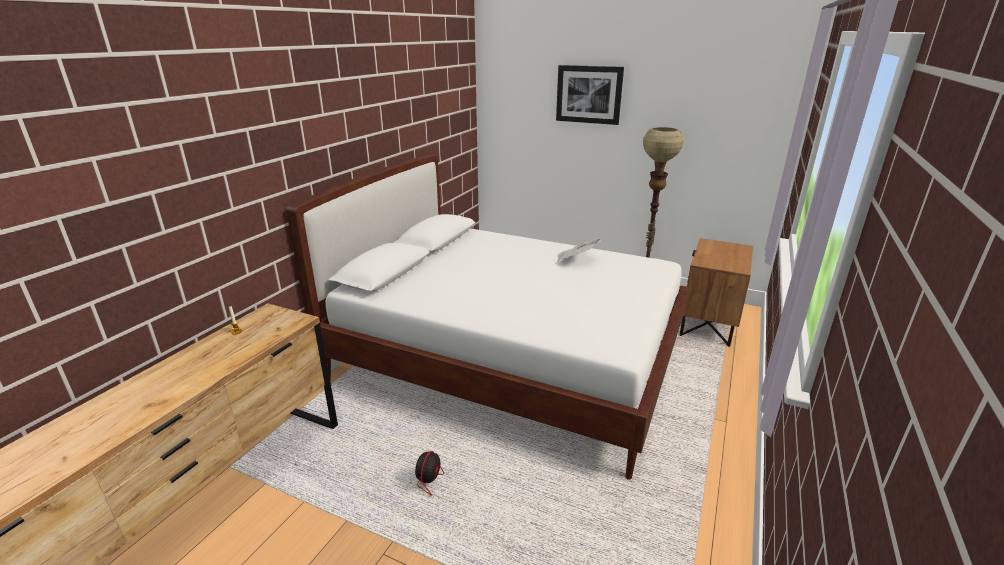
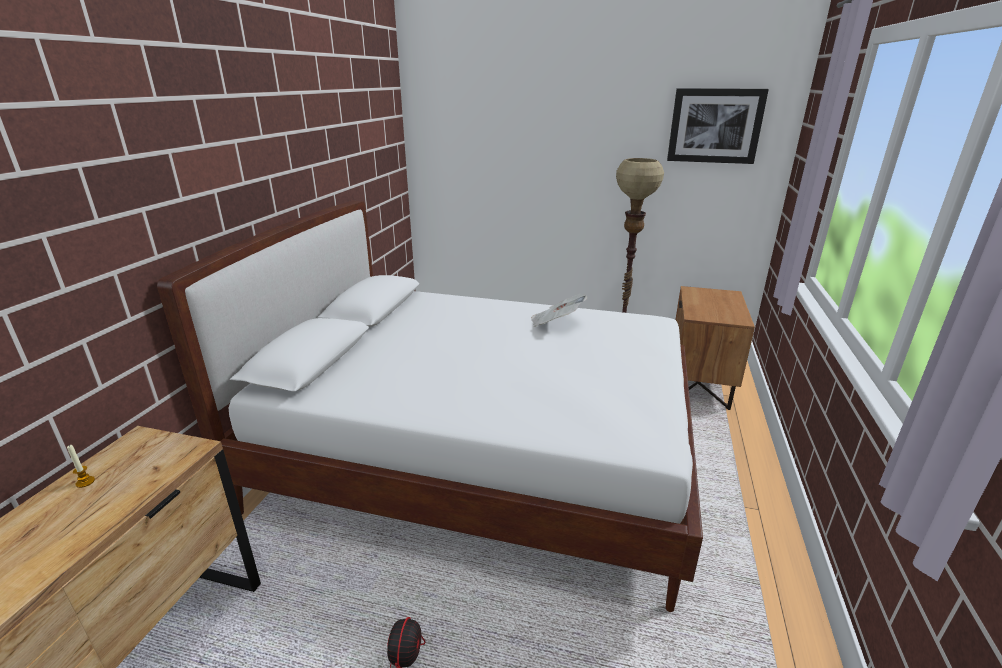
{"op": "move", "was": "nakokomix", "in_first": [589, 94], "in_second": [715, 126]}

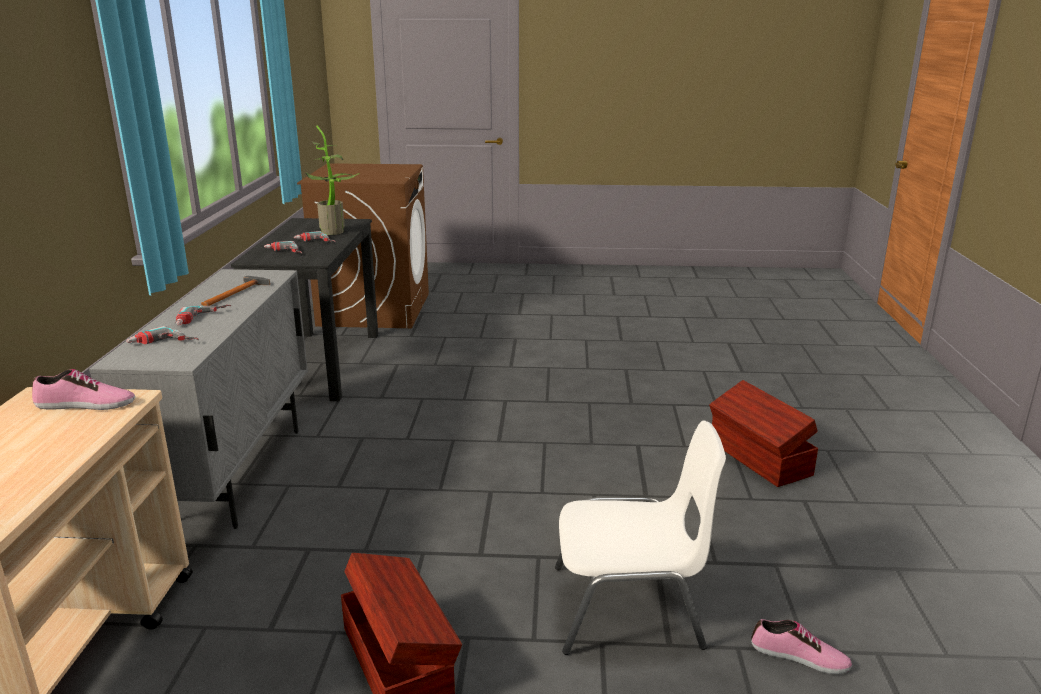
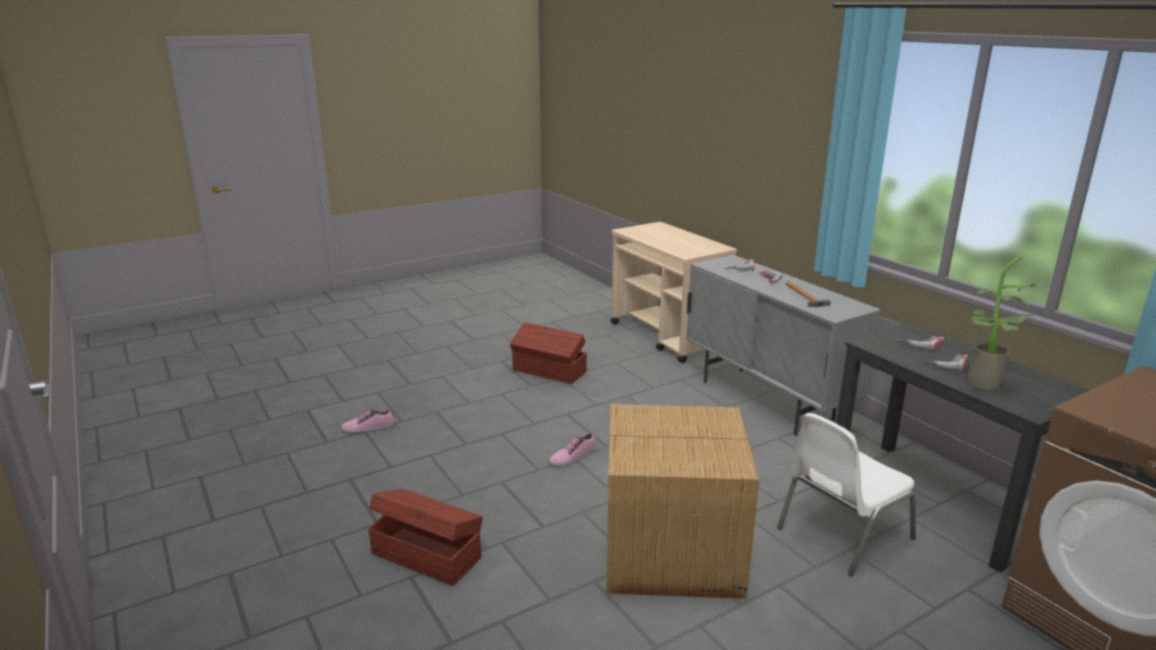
{"op": "insert", "now": "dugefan", "in_second": [674, 552]}
{"op": "move", "was": "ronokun", "in_first": [85, 405], "in_second": [572, 456]}
{"op": "move", "was": "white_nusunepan", "in_first": [629, 608], "in_second": [842, 533]}

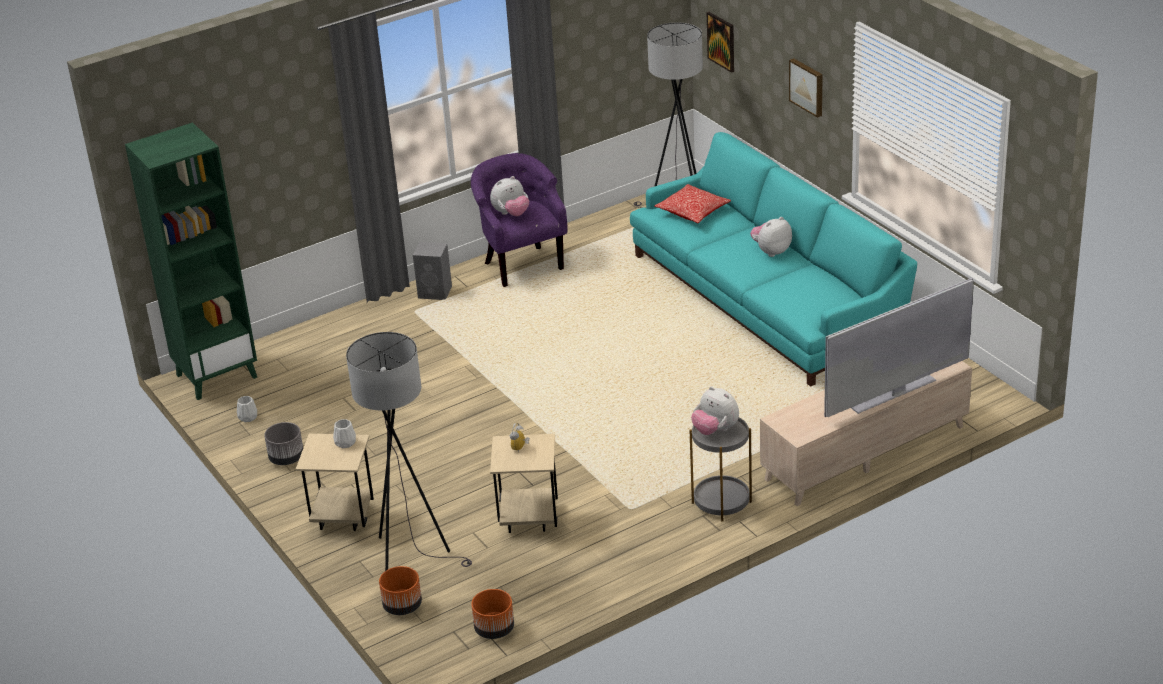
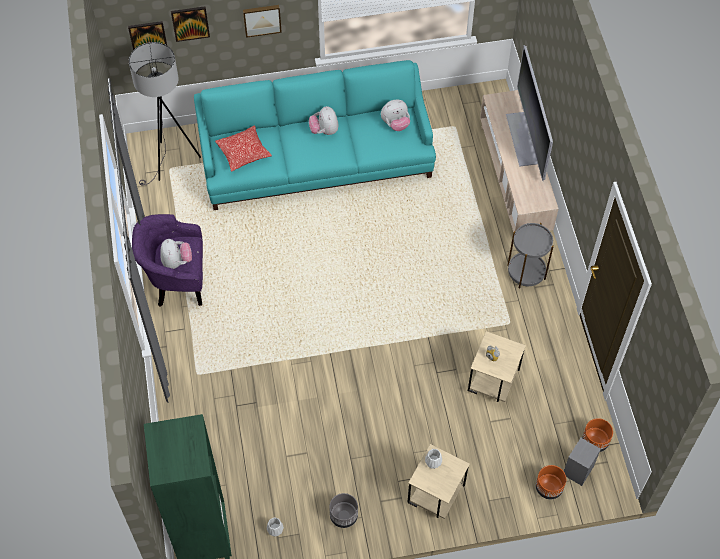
{"op": "delete", "was": "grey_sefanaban", "in_first": [411, 556]}
{"op": "insert", "now": "nakokomix", "in_second": [190, 23]}
{"op": "move", "was": "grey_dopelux", "in_first": [436, 292], "in_second": [578, 469]}
{"op": "move", "was": "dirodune", "in_first": [715, 430], "in_second": [395, 124]}

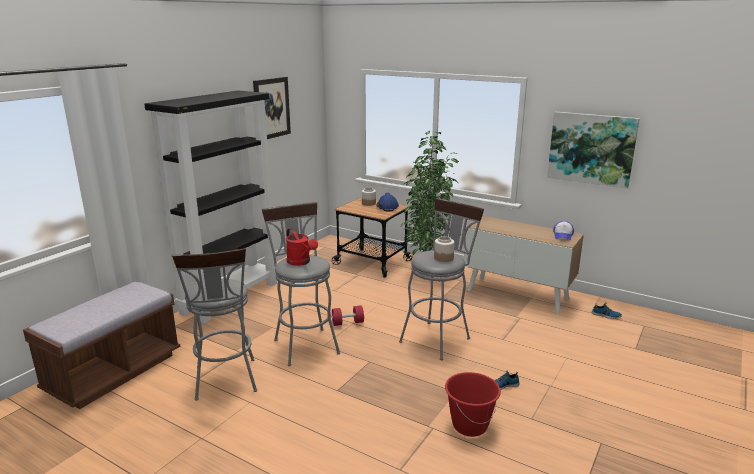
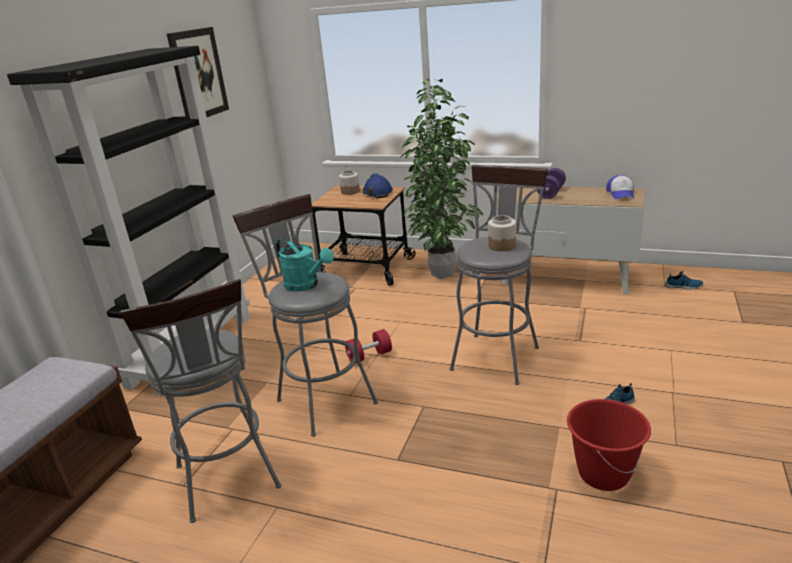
{"op": "delete", "was": "nakokomix", "in_first": [591, 149]}
{"op": "insert", "now": "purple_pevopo", "in_second": [551, 193]}
{"op": "recolor", "was": "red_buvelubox", "now": "turquoise_buvelubox", "in_first": [301, 262], "in_second": [306, 285]}

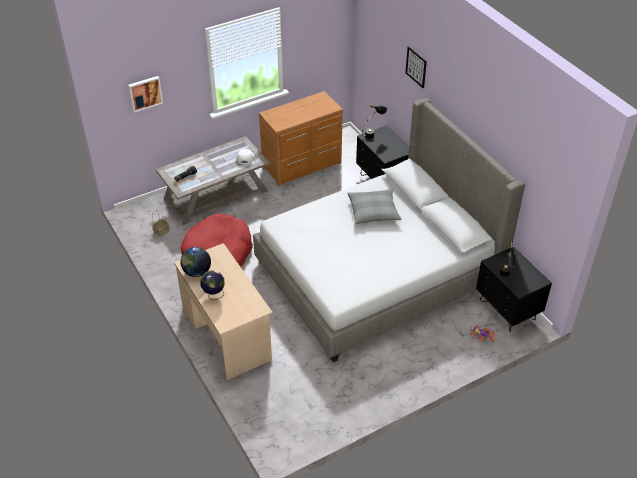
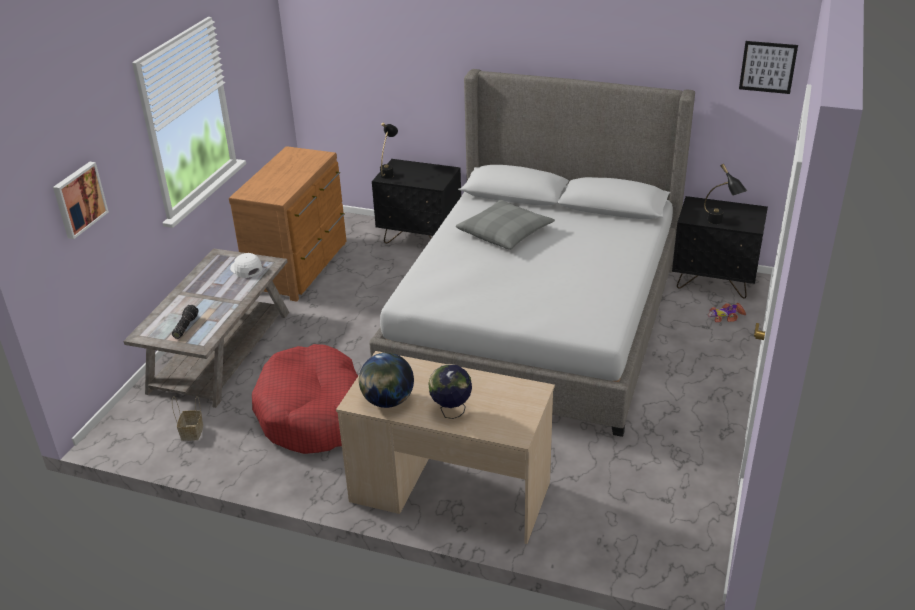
{"op": "move", "was": "nakokomix", "in_first": [416, 67], "in_second": [768, 67]}

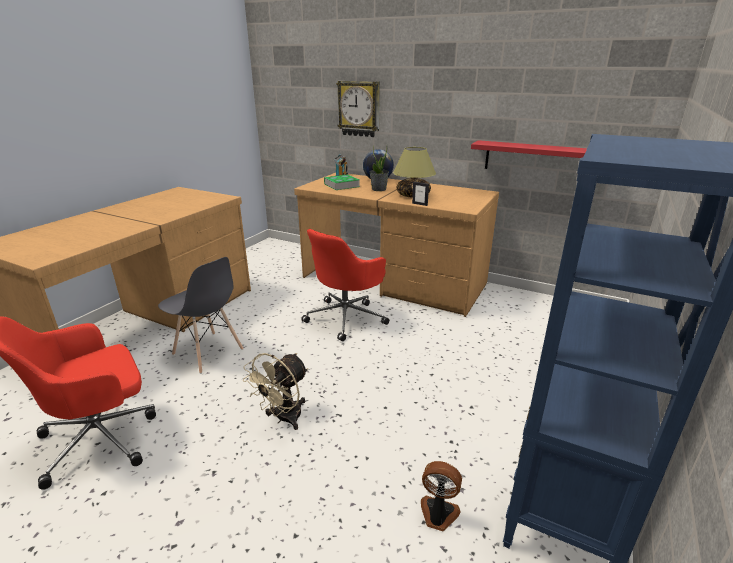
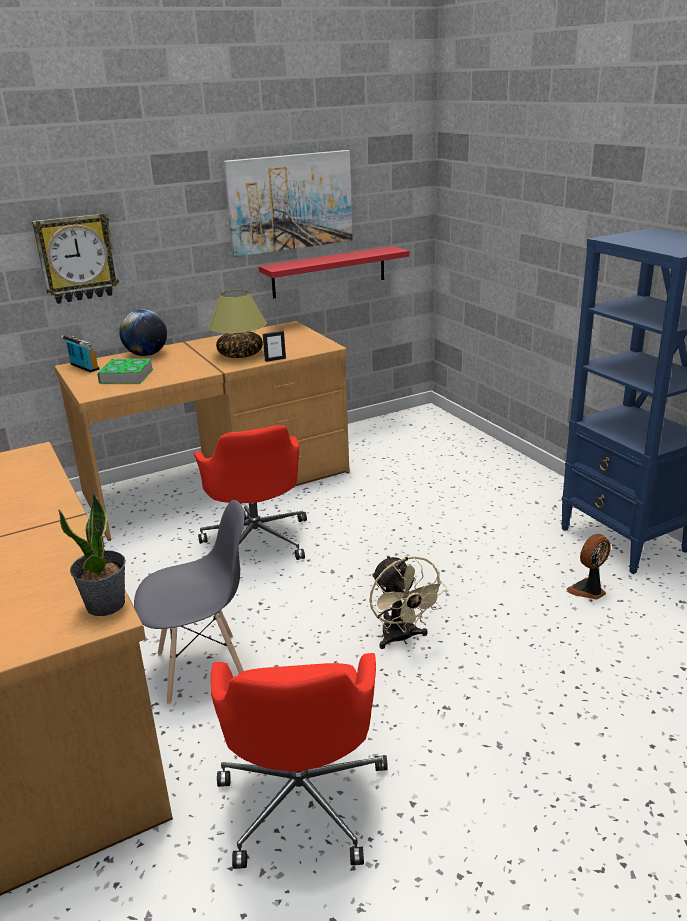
{"op": "insert", "now": "nakokomix", "in_second": [290, 202]}
{"op": "move", "was": "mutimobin", "in_first": [379, 189], "in_second": [106, 604]}

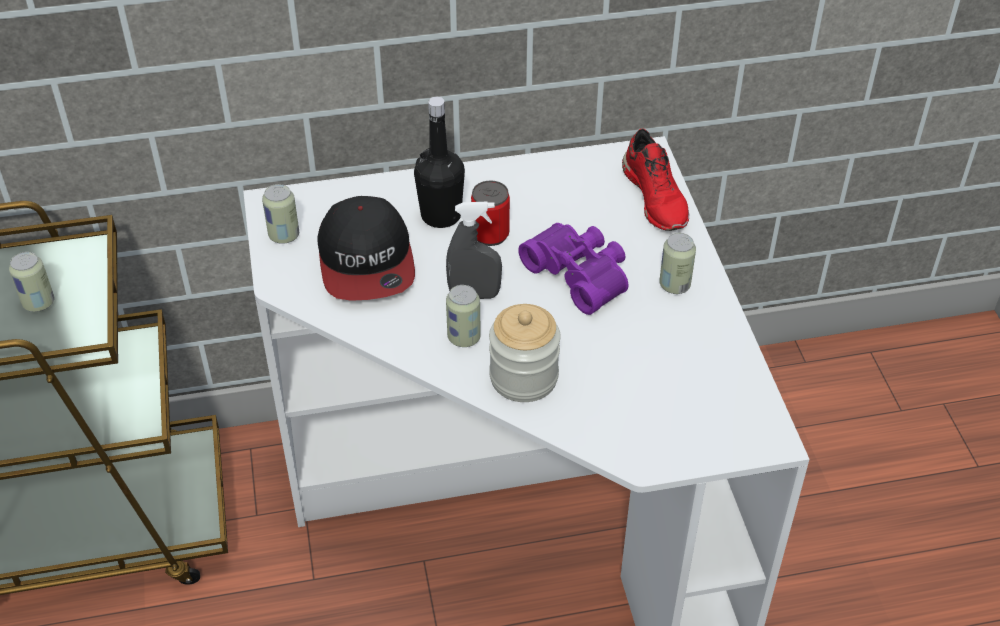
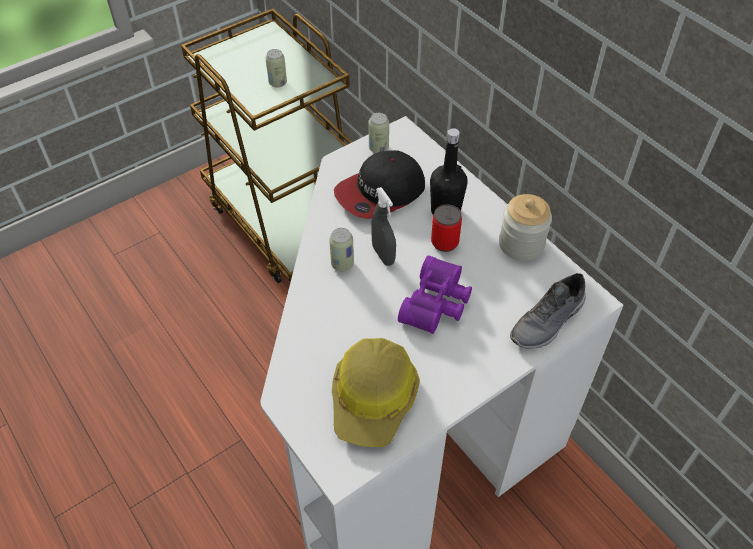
{"op": "delete", "was": "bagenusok", "in_first": [674, 285]}
{"op": "insert", "now": "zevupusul", "in_second": [374, 398]}
{"op": "move", "was": "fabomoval", "in_first": [523, 377], "in_second": [521, 244]}
{"op": "recolor", "was": "red_ronokun", "now": "grey_ronokun", "in_first": [656, 197], "in_second": [548, 322]}

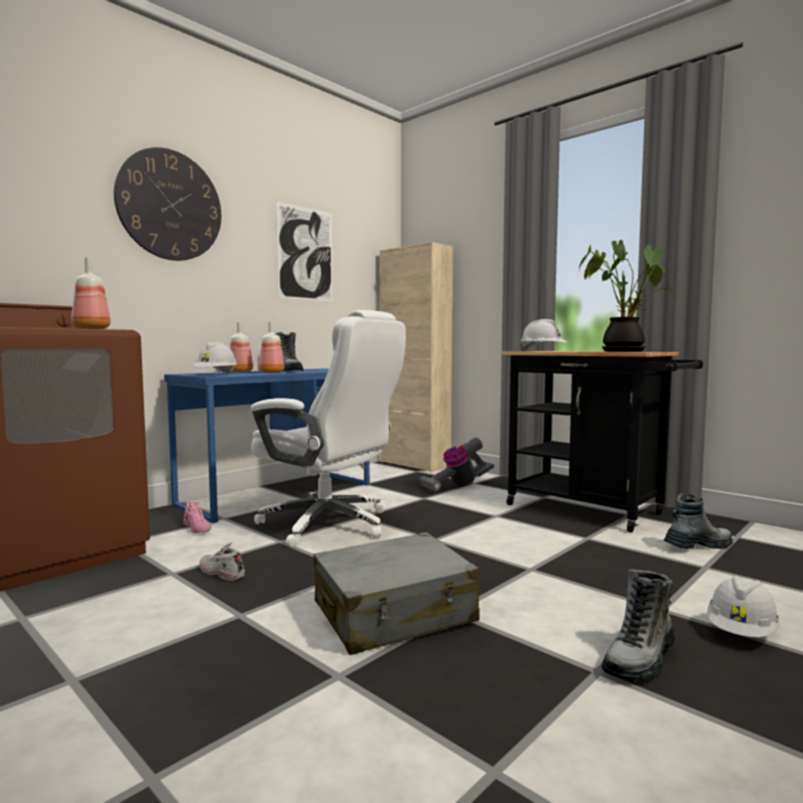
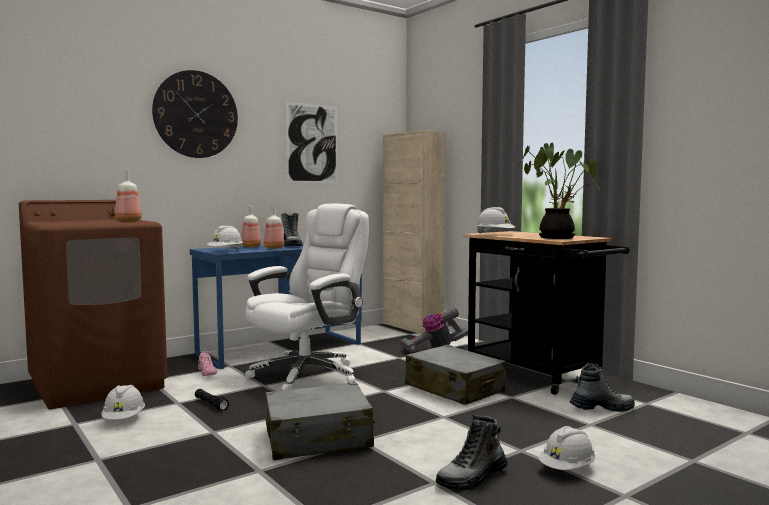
{"op": "insert", "now": "white_zevupusul", "in_second": [124, 419]}
{"op": "insert", "now": "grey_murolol", "in_second": [454, 389]}
{"op": "replace", "was": "white_ronokun", "now": "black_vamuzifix", "in_first": [220, 572], "in_second": [211, 404]}
{"op": "rotate", "was": "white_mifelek", "in_first": [329, 524], "in_second": [308, 375], "clockwise": -90}

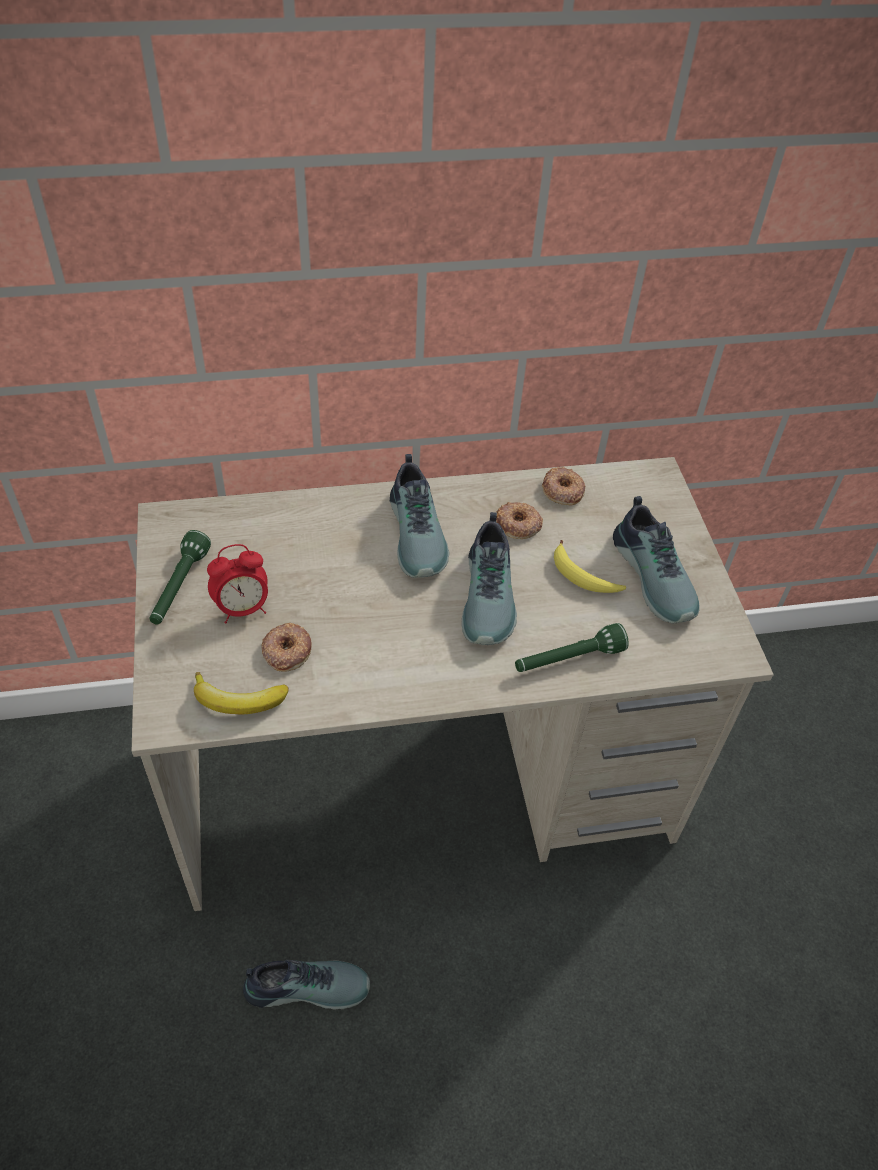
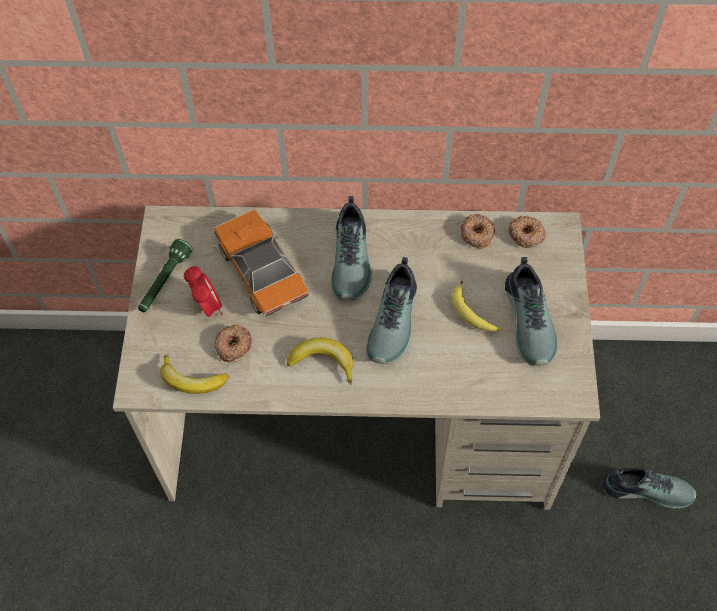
{"op": "delete", "was": "green_vamuzifix", "in_first": [568, 659]}
{"op": "insert", "now": "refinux", "in_second": [261, 270]}
{"op": "insert", "now": "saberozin", "in_second": [323, 361]}
{"op": "move", "was": "ronokun", "in_first": [307, 985], "in_second": [647, 488]}
{"op": "move", "was": "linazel", "in_first": [517, 524], "in_second": [526, 234]}
{"op": "rotate", "was": "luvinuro", "in_first": [242, 609], "in_second": [207, 306], "clockwise": -105}

